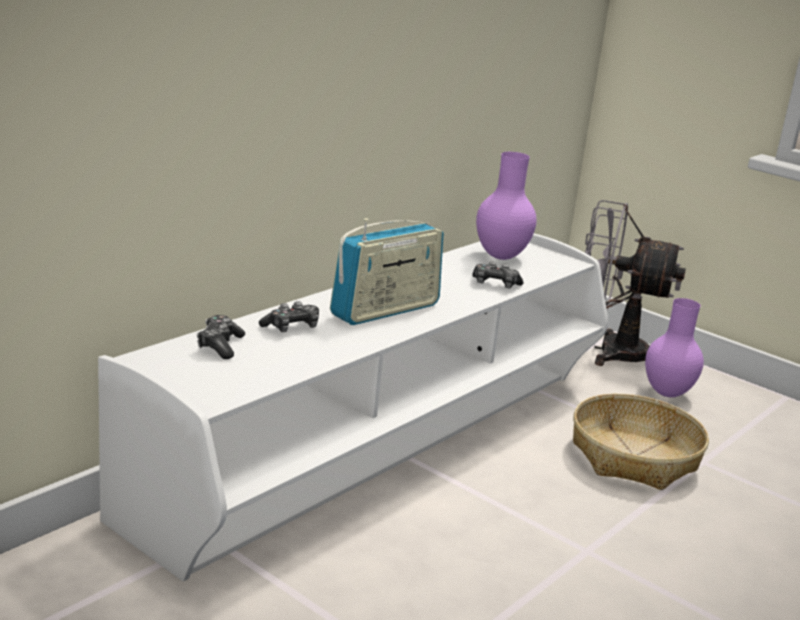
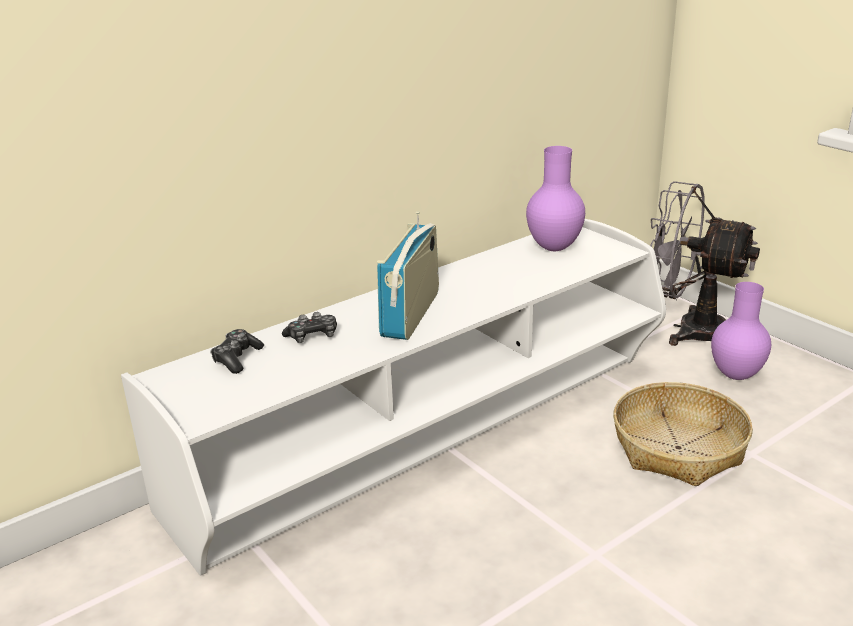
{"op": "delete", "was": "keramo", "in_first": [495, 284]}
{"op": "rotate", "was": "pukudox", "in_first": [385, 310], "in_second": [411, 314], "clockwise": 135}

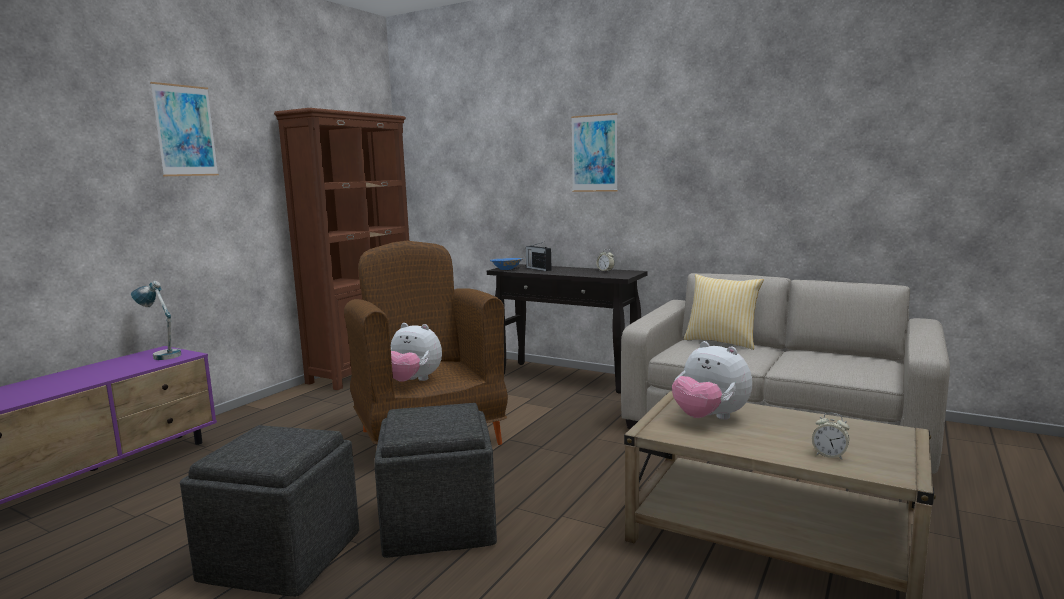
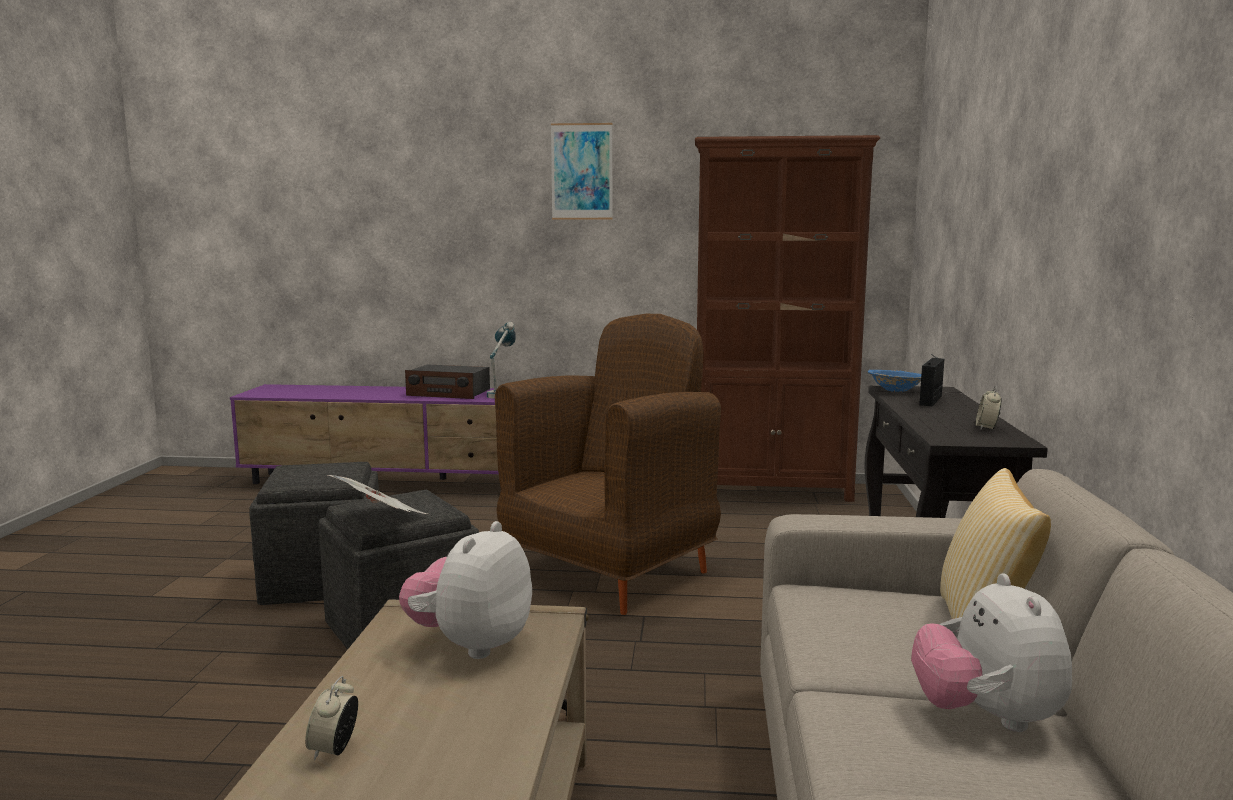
{"op": "delete", "was": "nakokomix", "in_first": [594, 153]}
{"op": "insert", "now": "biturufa", "in_second": [380, 519]}
{"op": "insert", "now": "pukudox", "in_second": [449, 393]}
{"op": "move", "was": "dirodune", "in_first": [413, 381], "in_second": [986, 718]}

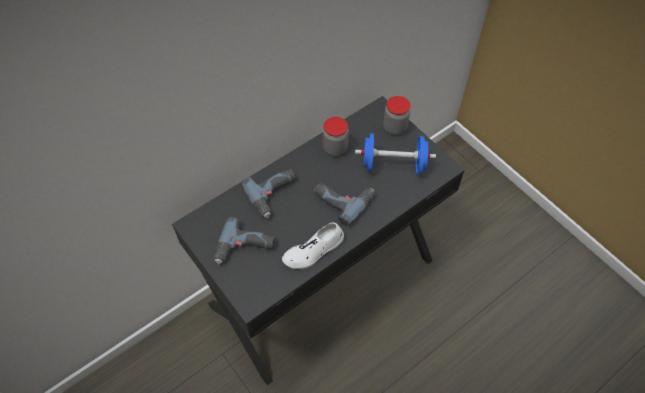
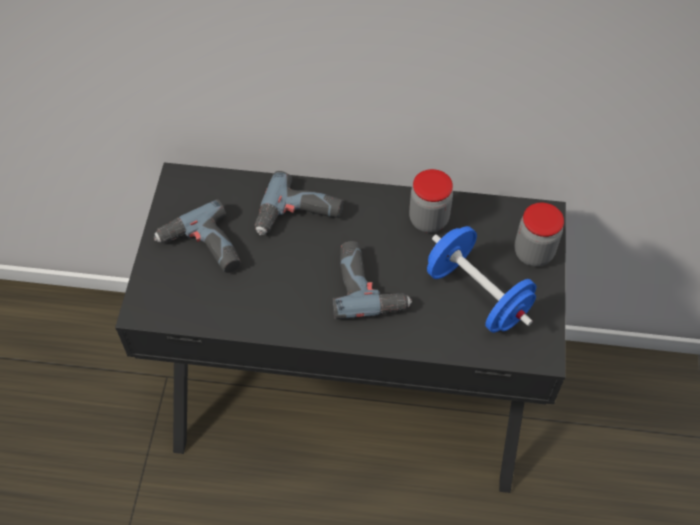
{"op": "delete", "was": "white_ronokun", "in_first": [313, 250]}

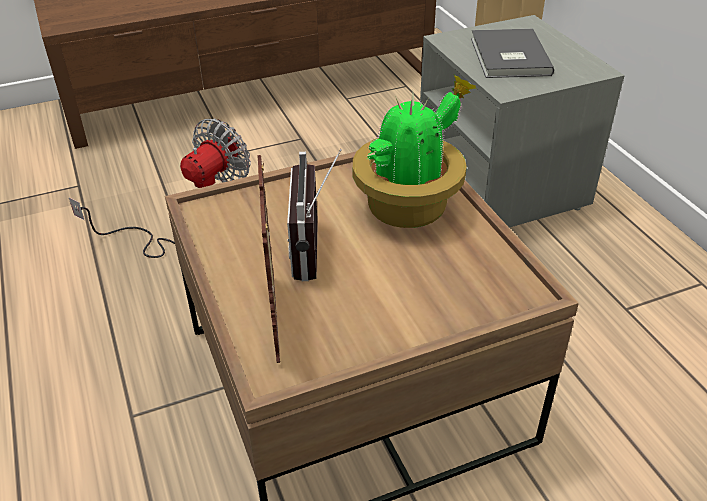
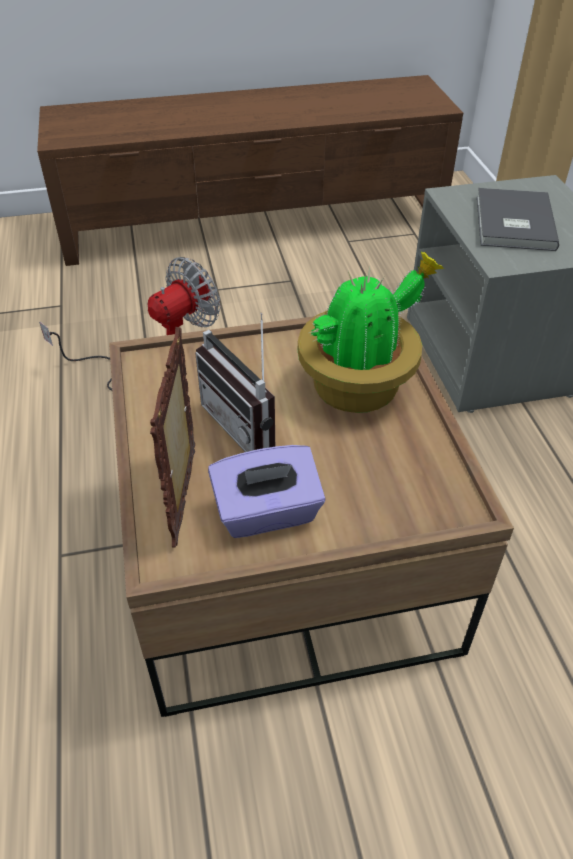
{"op": "insert", "now": "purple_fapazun", "in_second": [267, 513]}
{"op": "rotate", "was": "pukudox", "in_first": [318, 251], "in_second": [249, 425], "clockwise": -45}

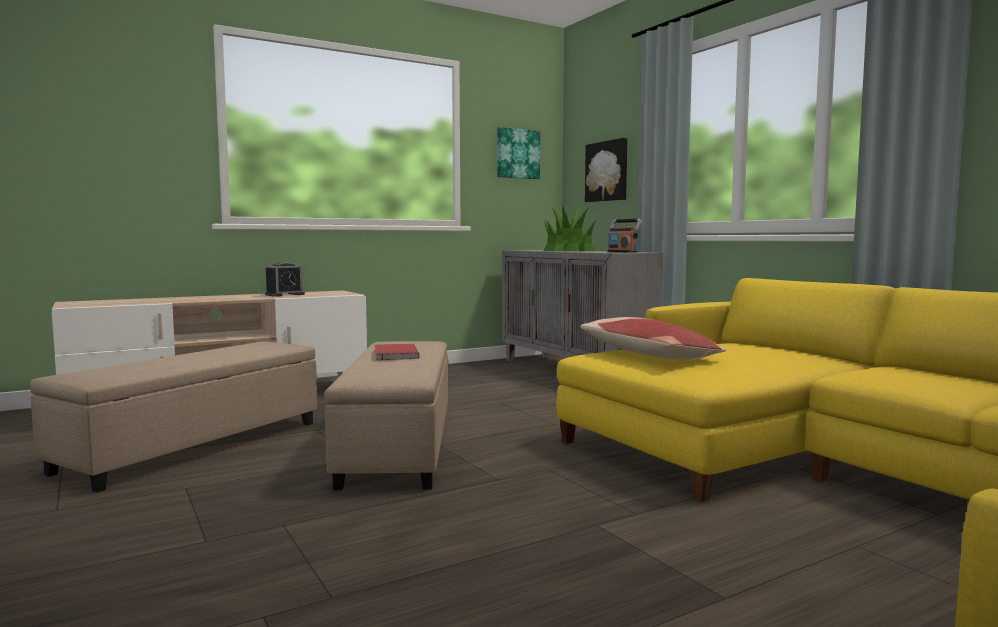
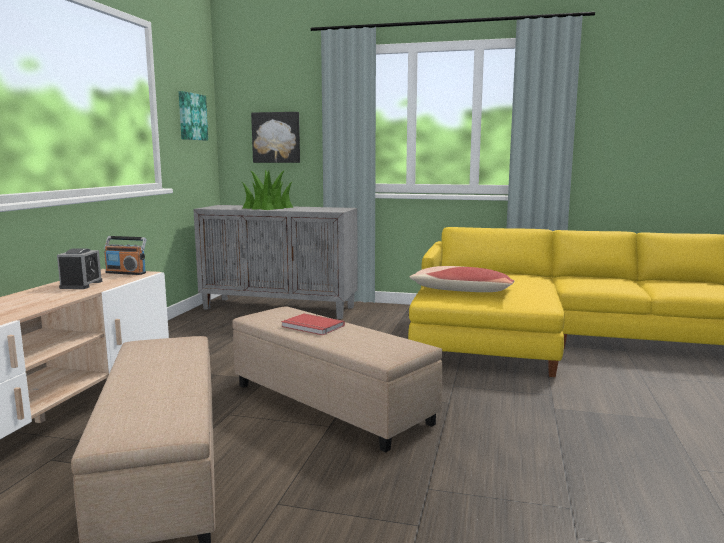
{"op": "move", "was": "pukudox", "in_first": [623, 252], "in_second": [126, 273]}

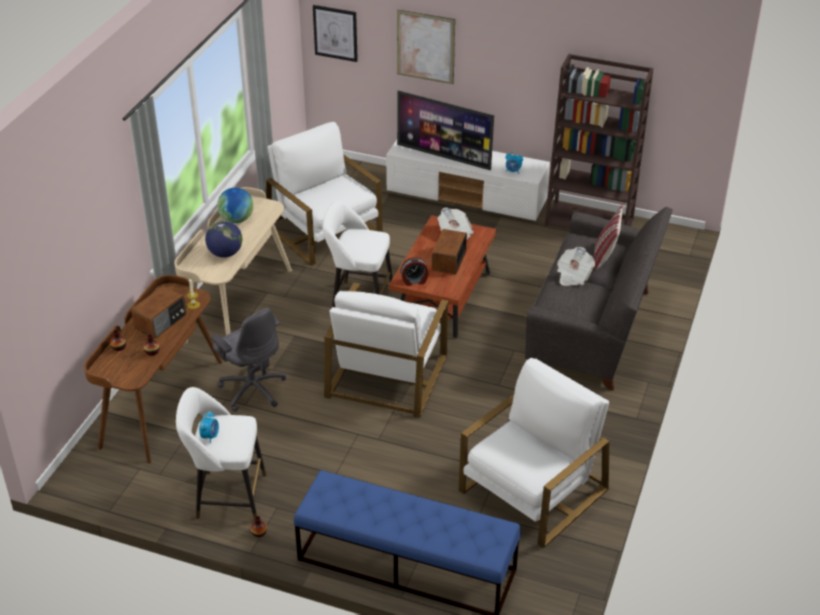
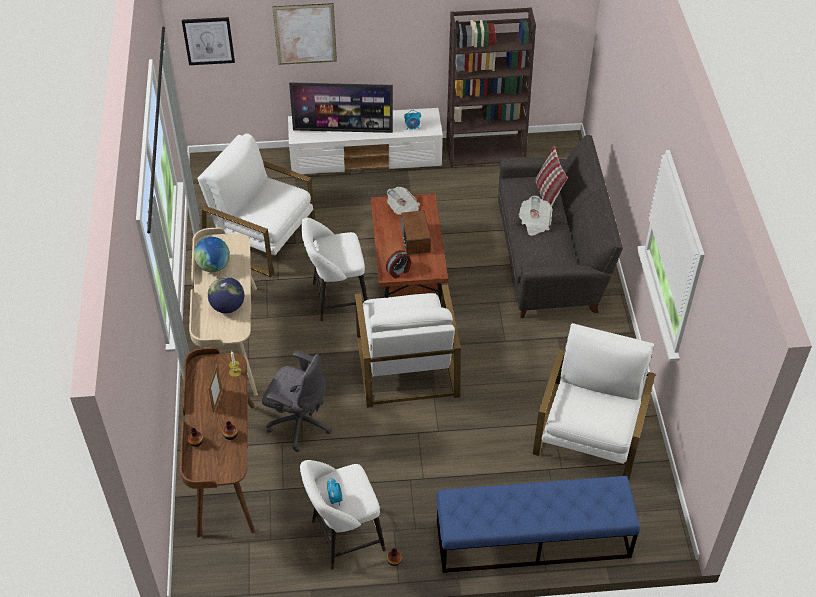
{"op": "replace", "was": "pukudox", "now": "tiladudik", "in_first": [161, 322], "in_second": [217, 400]}

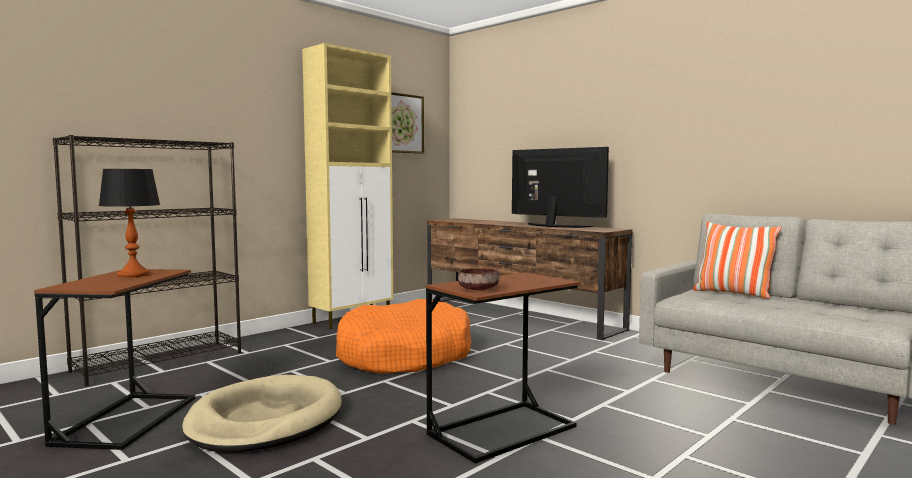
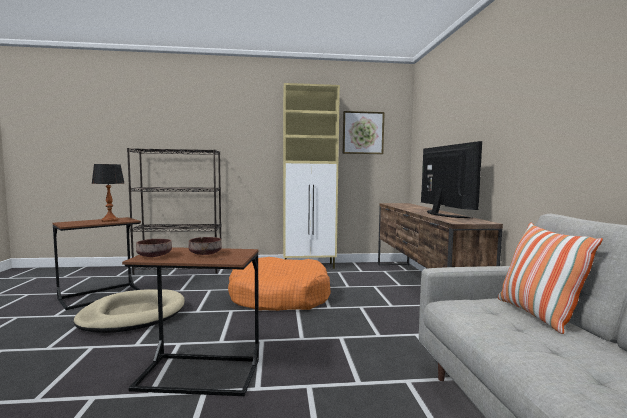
{"op": "insert", "now": "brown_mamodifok", "in_second": [205, 254]}

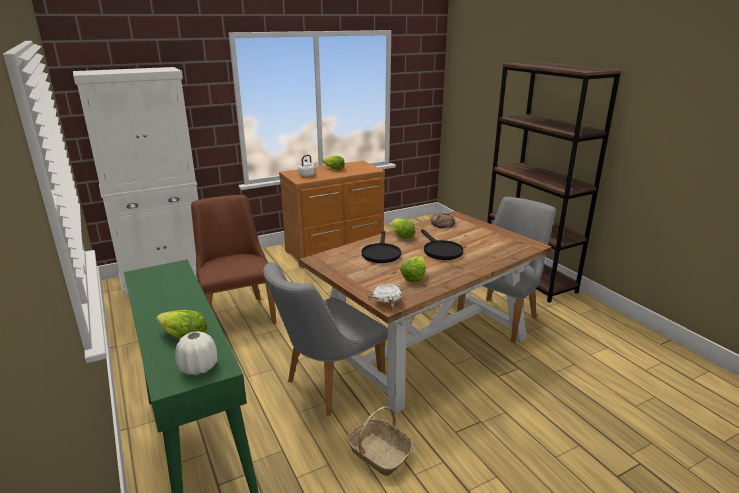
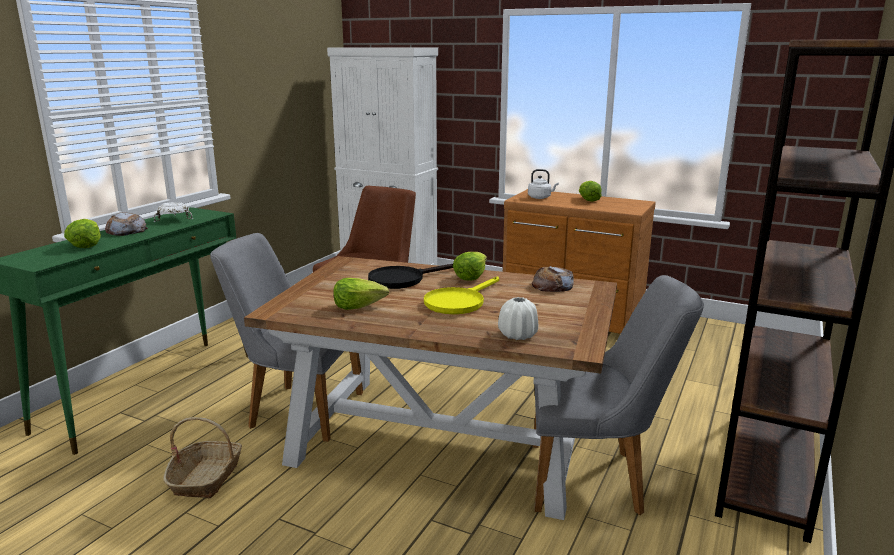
{"op": "insert", "now": "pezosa", "in_second": [126, 231]}
{"op": "move", "was": "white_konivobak", "in_first": [198, 367], "in_second": [517, 335]}
{"op": "move", "was": "white_mamodifok", "in_first": [387, 302], "in_second": [174, 220]}
{"op": "recolor", "was": "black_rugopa", "now": "yellow_rugopa", "in_first": [440, 250], "in_second": [458, 302]}

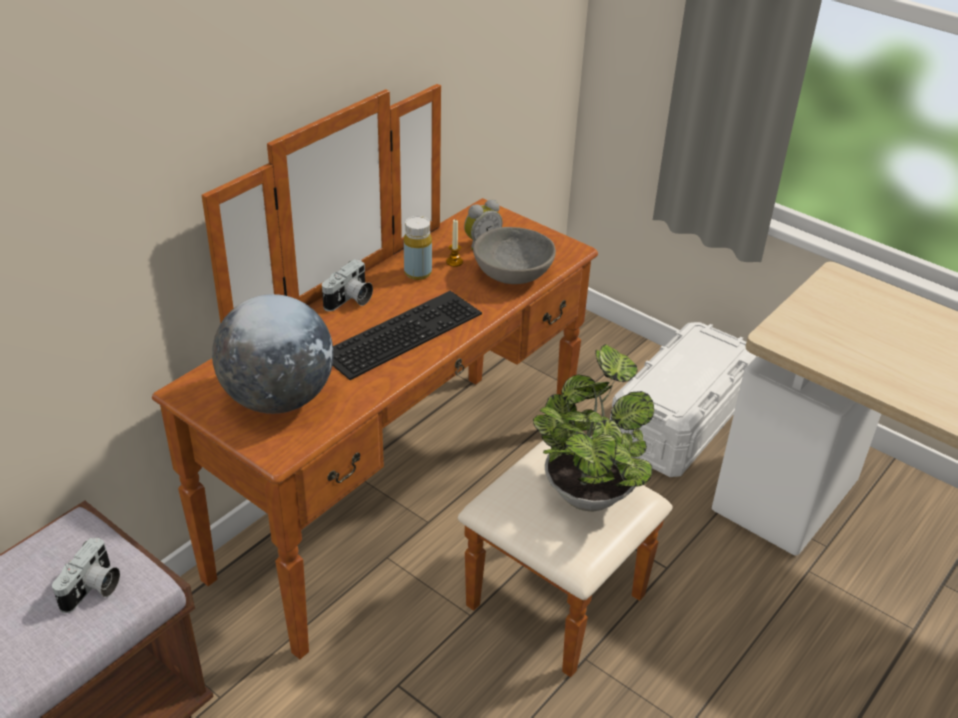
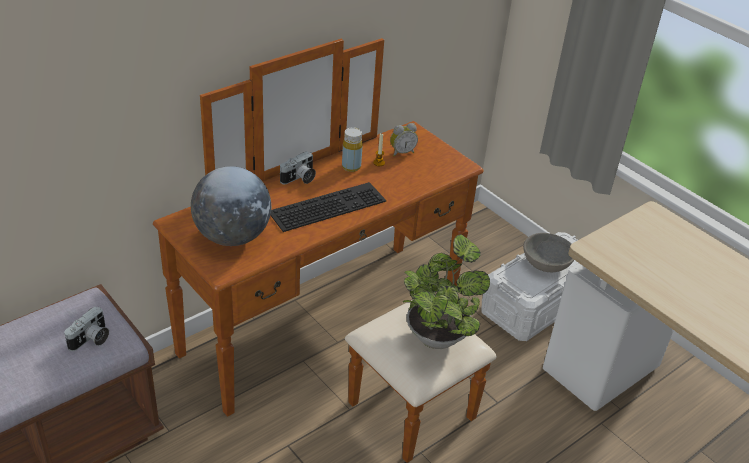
{"op": "move", "was": "grey_mamodifok", "in_first": [513, 274], "in_second": [546, 264]}

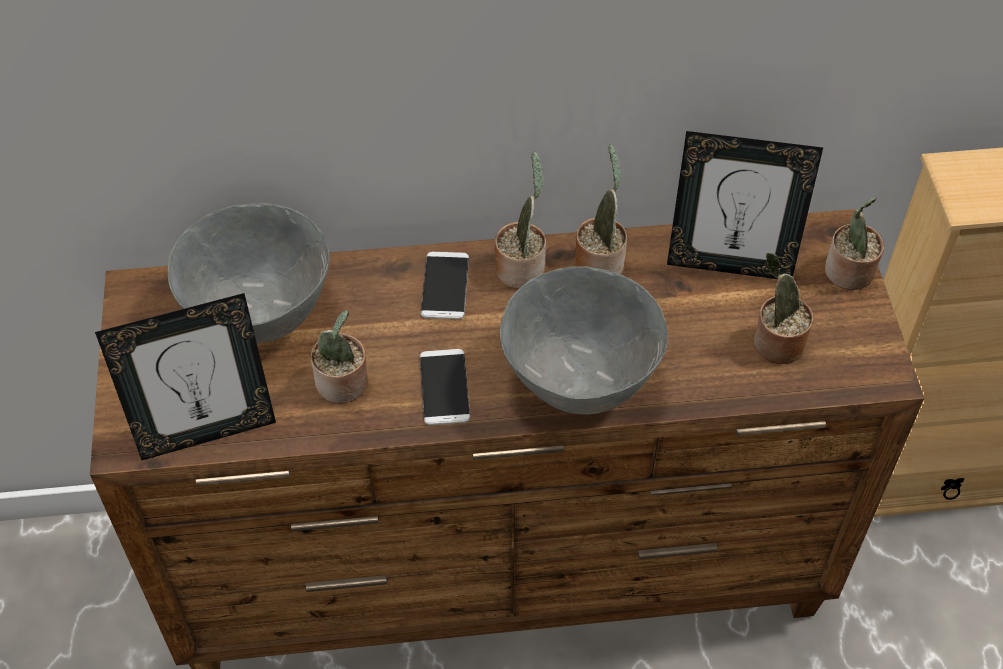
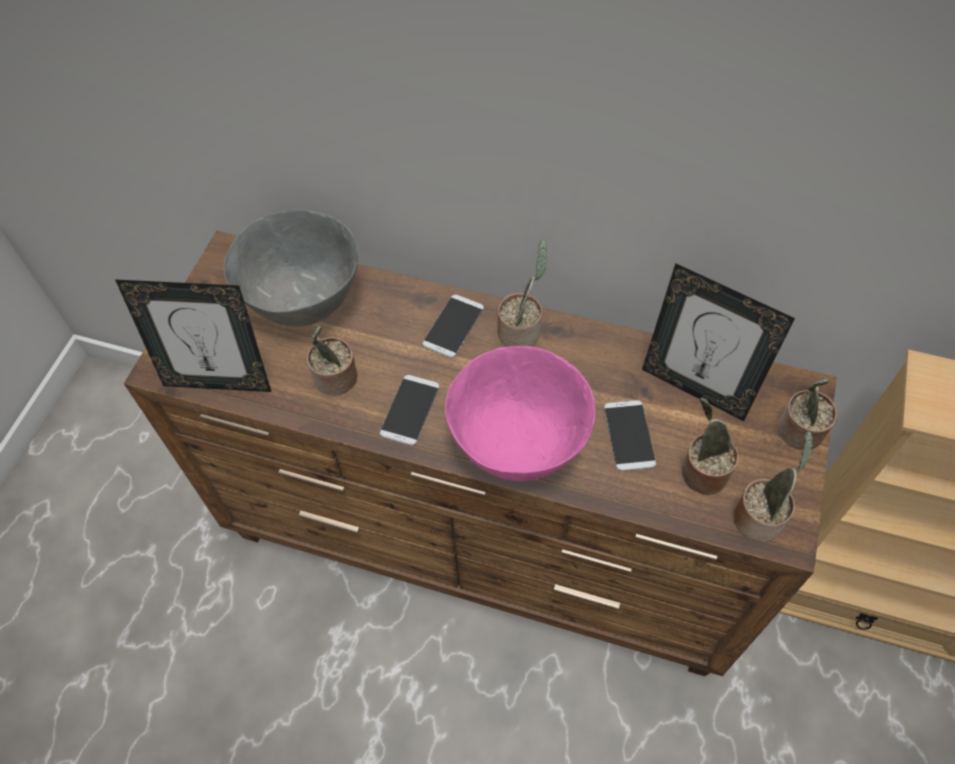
{"op": "insert", "now": "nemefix", "in_second": [629, 435]}
{"op": "move", "was": "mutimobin", "in_first": [600, 261], "in_second": [759, 516]}
{"op": "recolor", "was": "grey_mamodifok", "now": "pink_mamodifok", "in_first": [579, 380], "in_second": [519, 443]}

